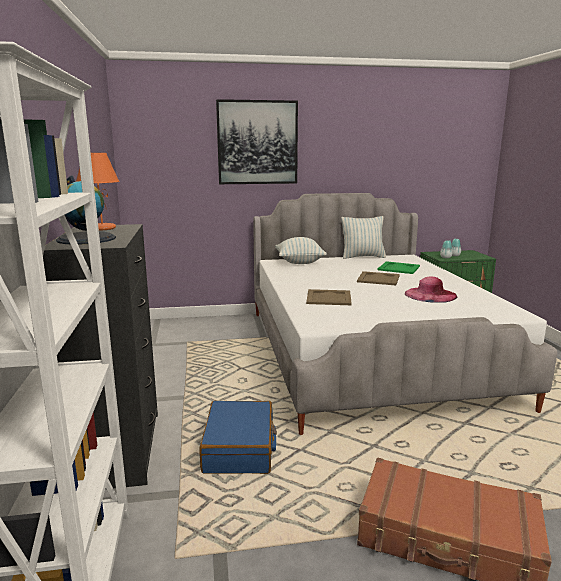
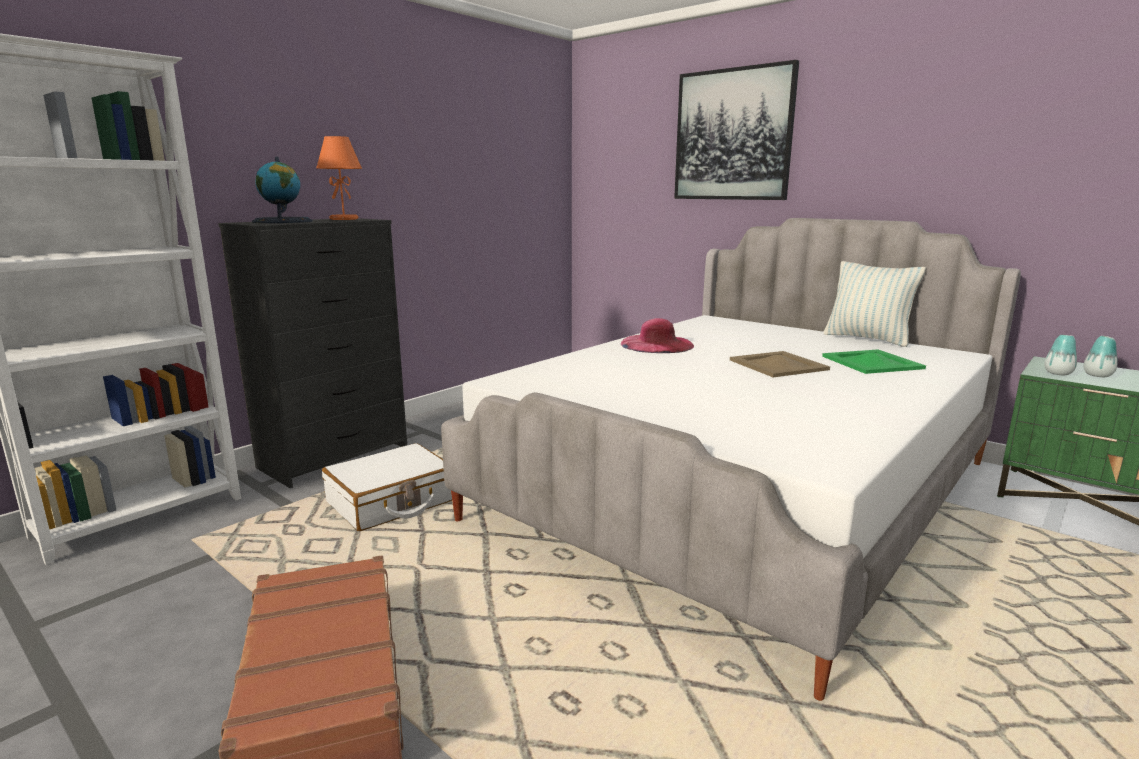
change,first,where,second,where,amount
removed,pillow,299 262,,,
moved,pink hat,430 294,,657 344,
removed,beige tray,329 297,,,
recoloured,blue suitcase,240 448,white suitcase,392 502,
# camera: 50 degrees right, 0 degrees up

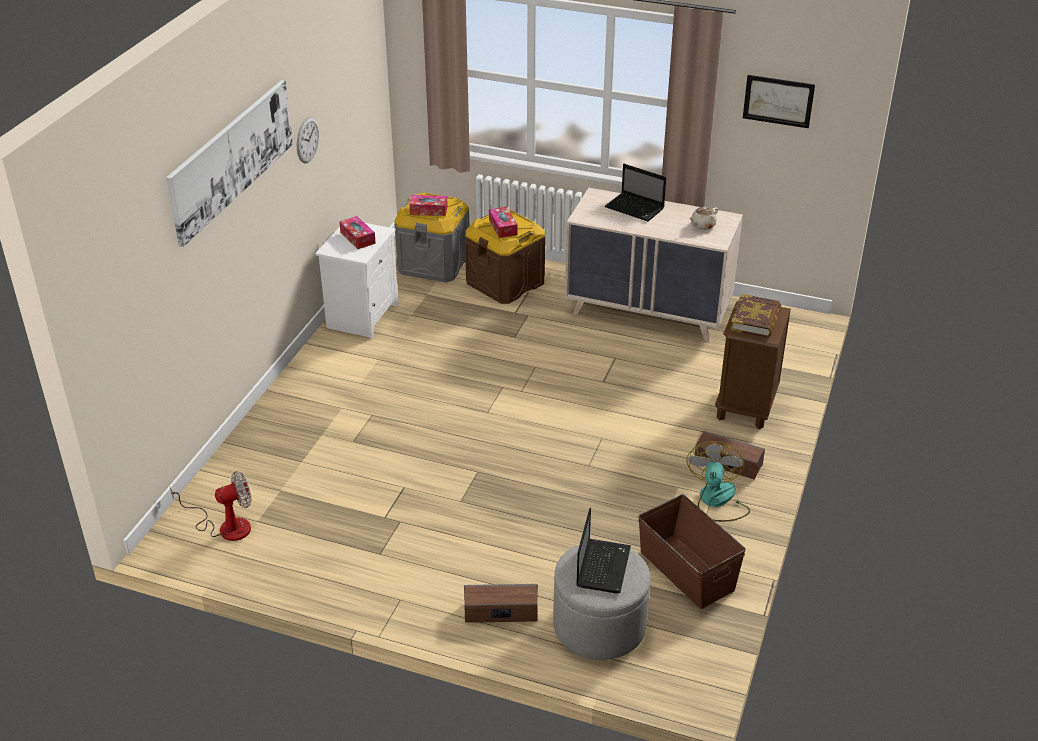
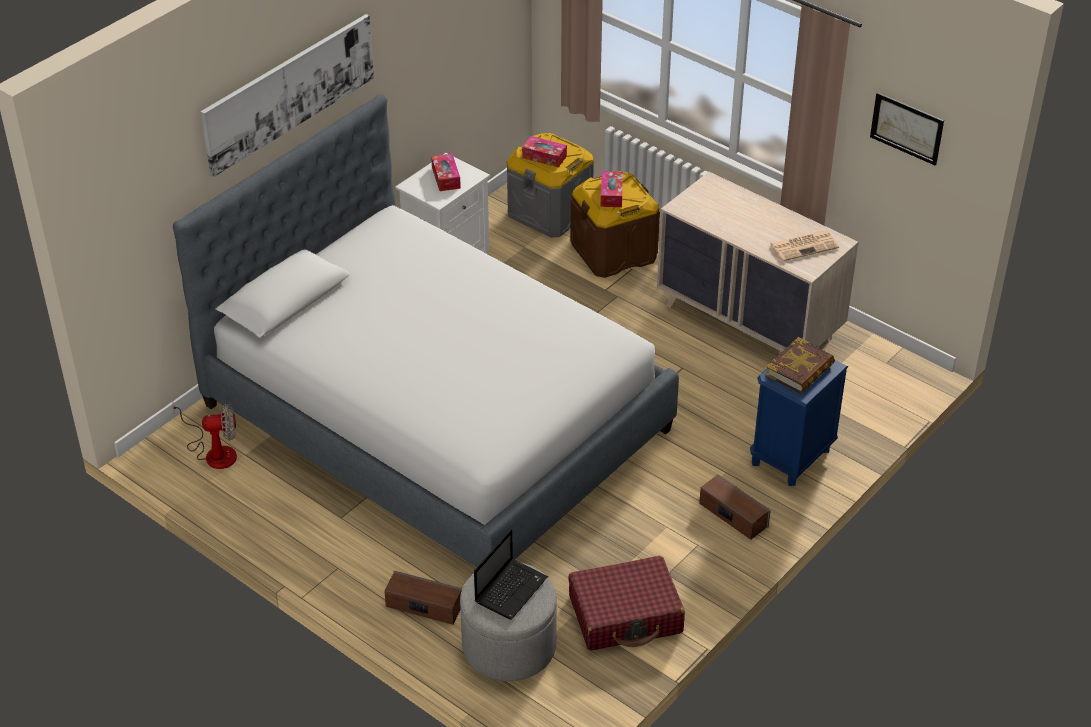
change,first,where,second,where,amount
removed,wall clock,307 140,,,
removed,laptop,635 208,,,
replaced,beige teapot,702 225,newspaper,804 245,
recoloured,brown nightstand,745 406,blue nightstand,790 457,
removed,fan,717 501,,,
replaced,brown storage box,687 570,red suitcase,626 615,
added,,,bed,436 417,
# camera: 20 degrees right, 5 degrees up

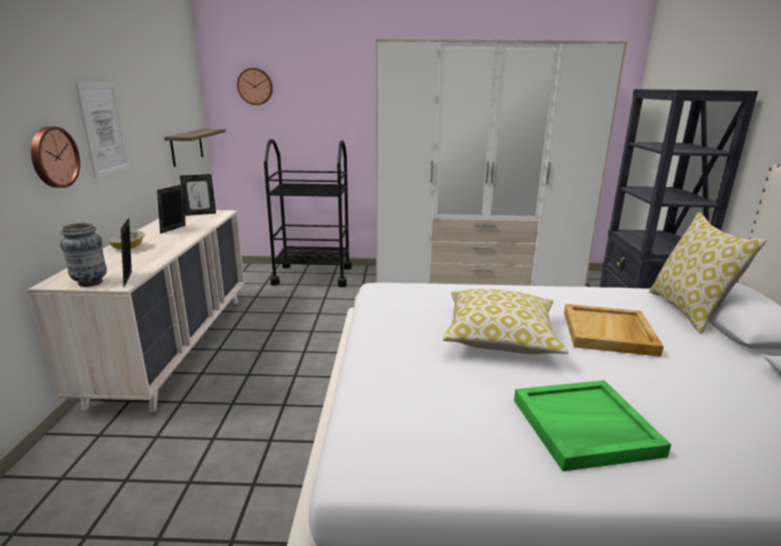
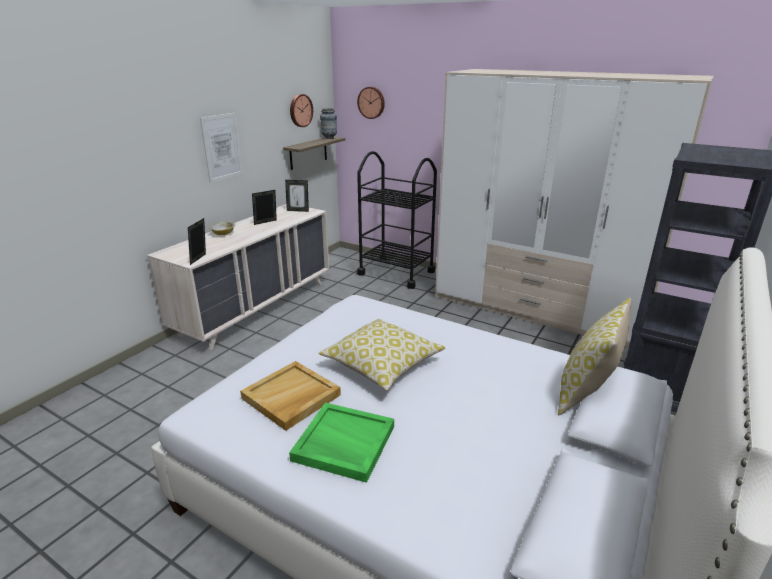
change,first,where,second,where,amount
moved,wall clock,53 157,,300 110,
moved,vase,90 282,,329 138,
moved,beige tray,609 333,,291 397,
# camera: 30 degrees right, 5 degrees up

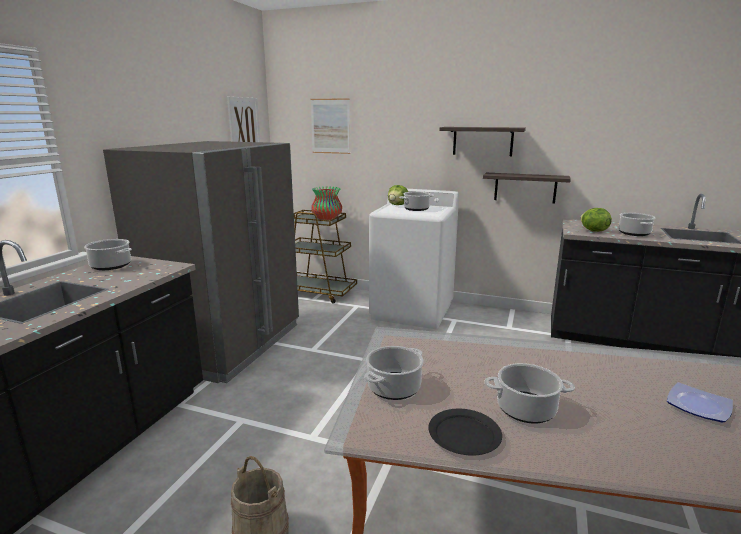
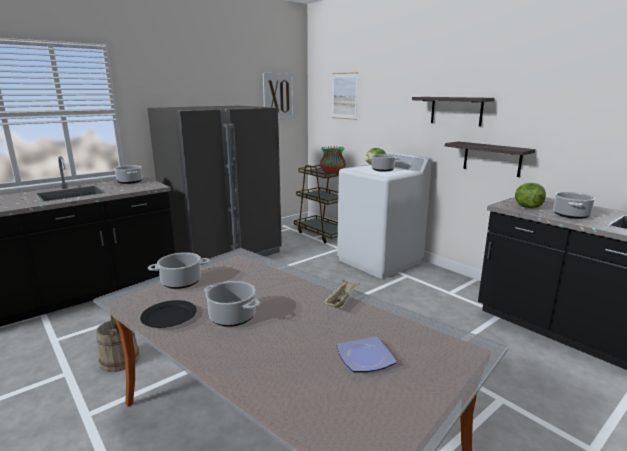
change,first,where,second,where,amount
added,,,beige tray,340 301,
# camera: 30 degrees right, 0 degrees up

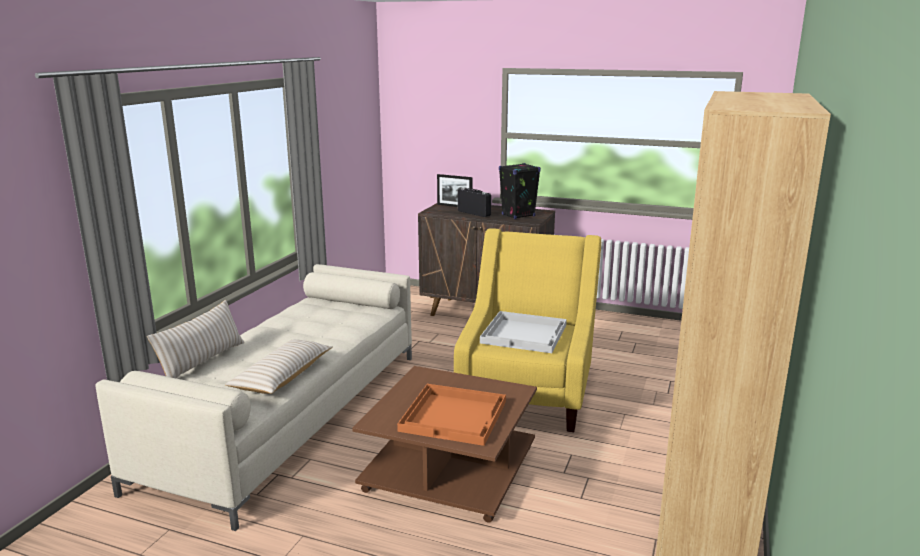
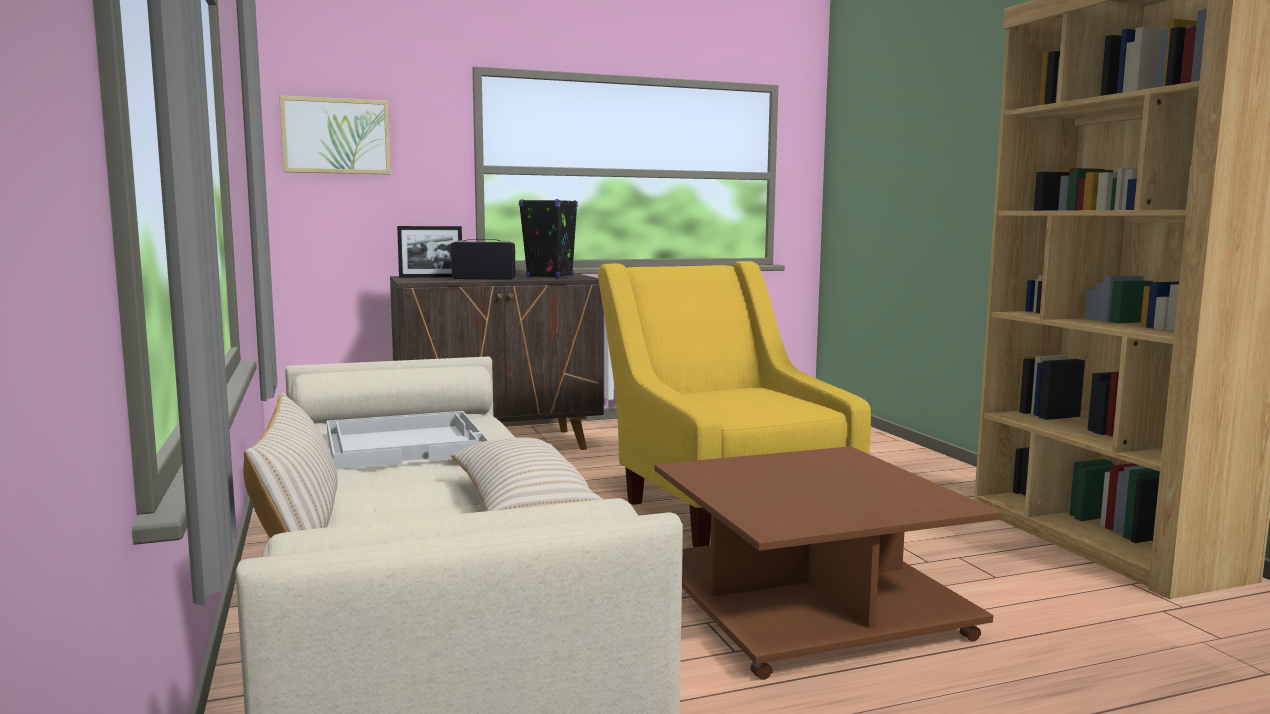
change,first,where,second,where,amount
moved,white tray,525 334,,406 443,
removed,orange tray,454 416,,,
added,,,picture,336 136,
# camera: 40 degrees left, 10 degrees down

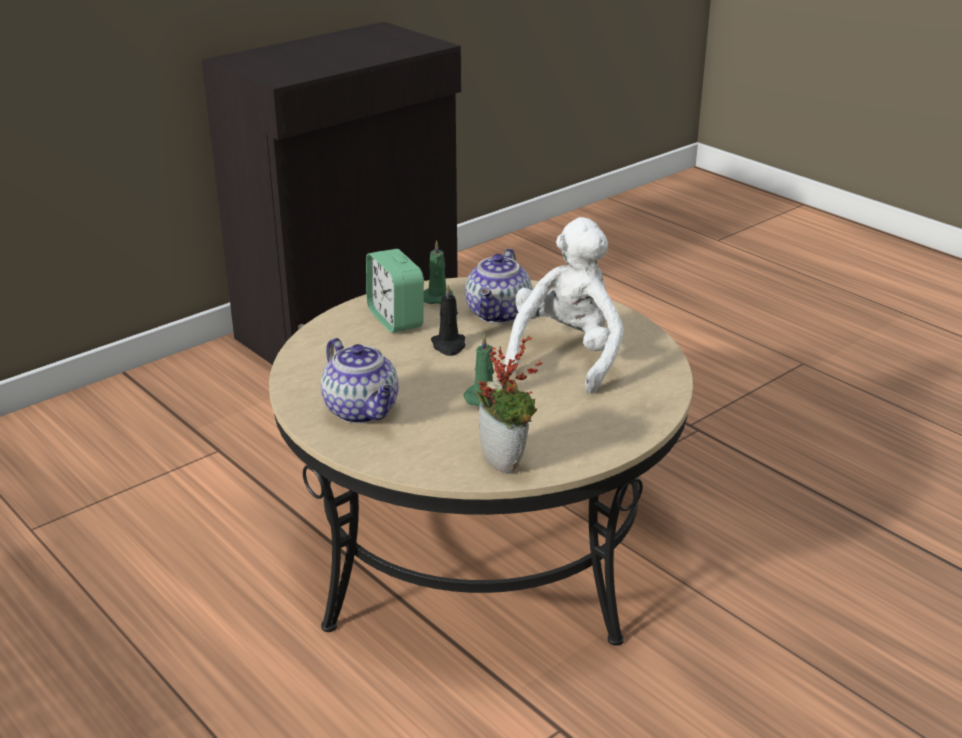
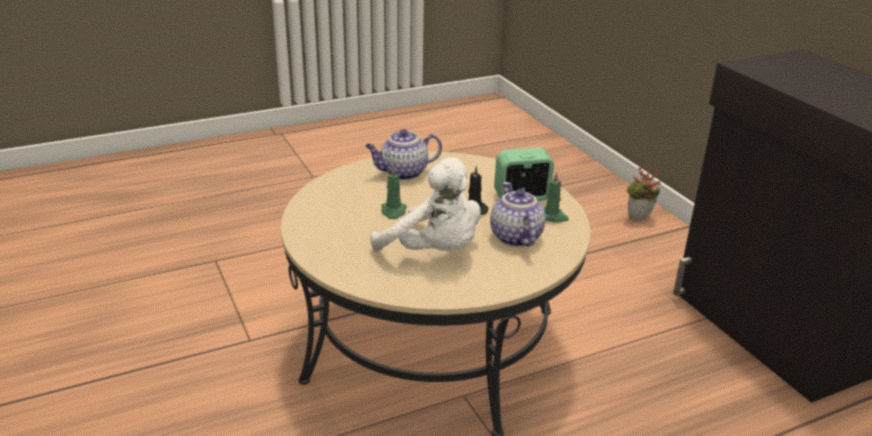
change,first,where,second,where,amount
turned,teapot,499 314,,514 237,45 degrees clockwise
moved,potted plant,507 462,,638 219,
# camera: 105 degrees right, 0 degrees up

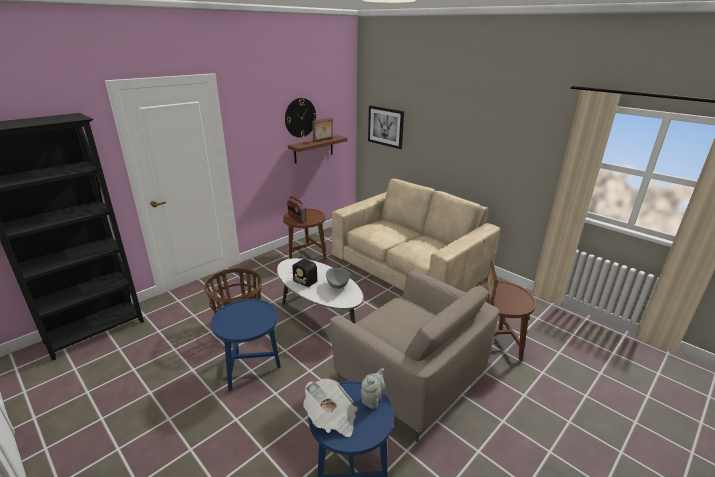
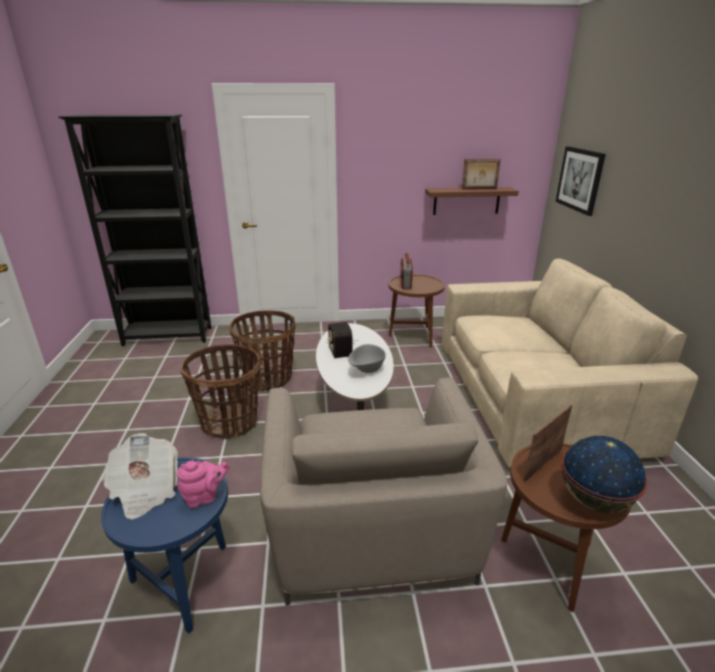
change,first,where,second,where,amount
removed,wall clock,300 117,,,
replaced,blue side table,251 369,basket,230 423,
recoloured,grey teapot,372 398,pink teapot,205 497,
added,,,globe,594 500,
# camera: 40 degrees right, 0 degrees up

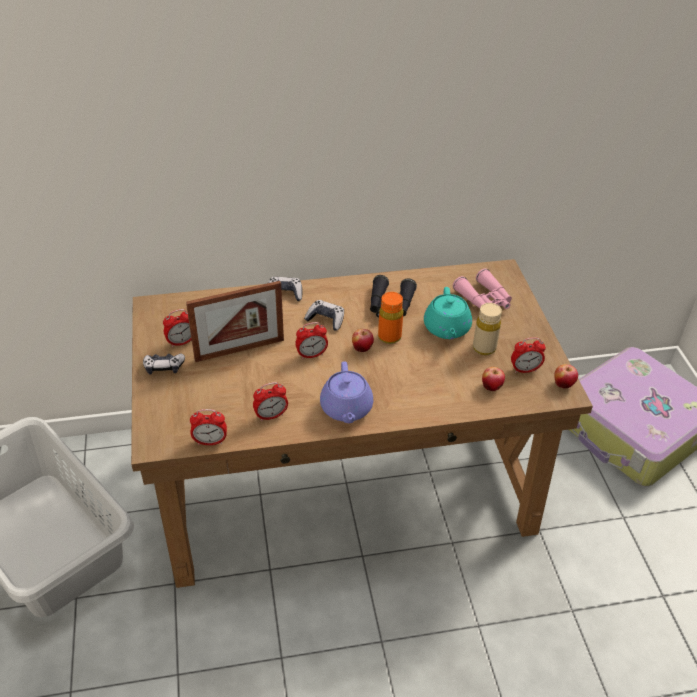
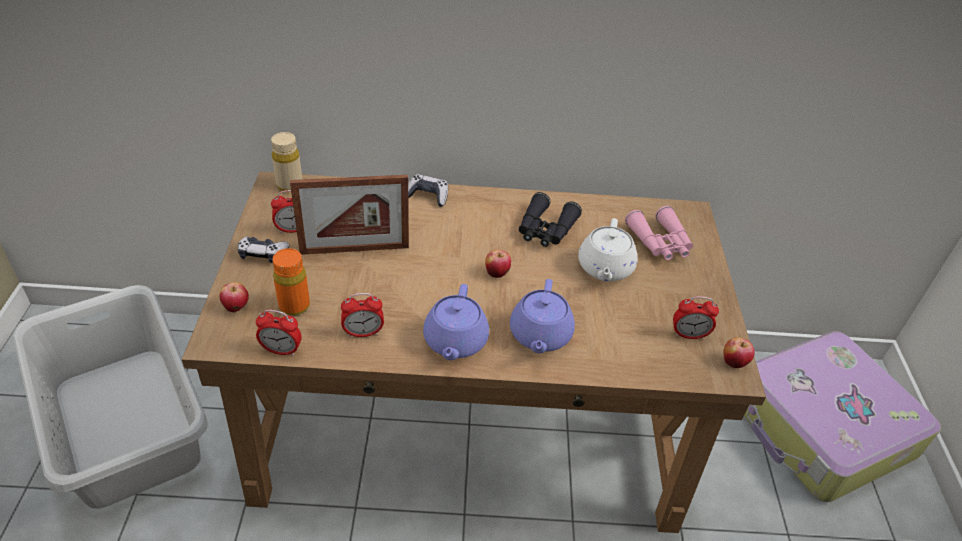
change,first,where,second,where,amount
recoloured,turquoise teapot,446 329,white teapot,605 268,
moved,orange bottle,389 337,,294 306,
removed,game controller,326 320,,,
moved,beige bottle,484 348,,289 185,
removed,alarm clock,311 355,,,
moved,apple,491 387,,236 307,
added,,,purple teapot,540 335,
# camera: 10 degrees right, 0 degrees up

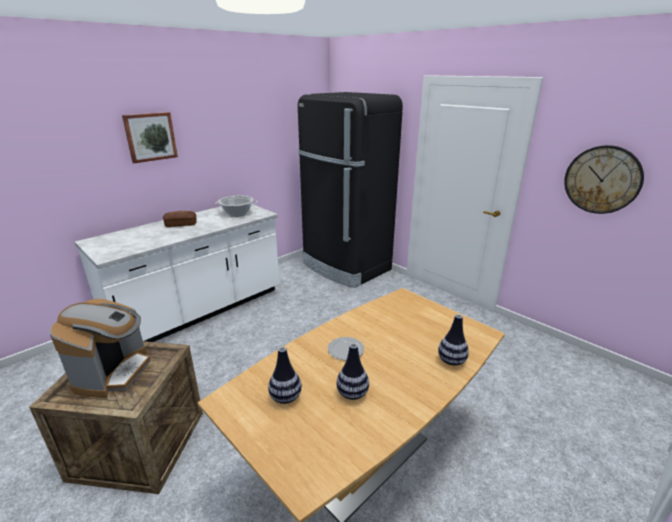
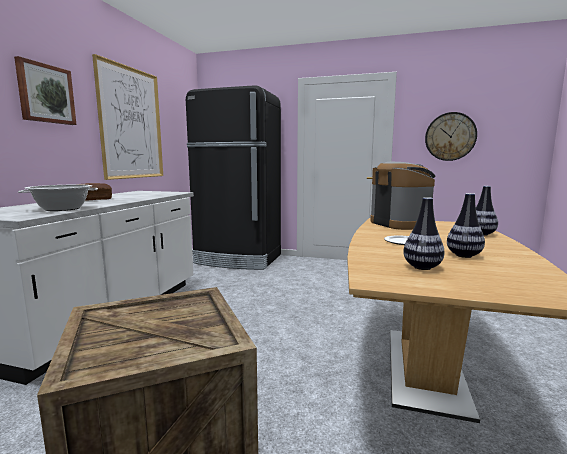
change,first,where,second,where,amount
moved,cooking pot,237 213,,62 209,
moved,coffee machine,113 372,,400 224,
added,,,picture,131 123,
# camera: 30 degrees left, 15 degrees down

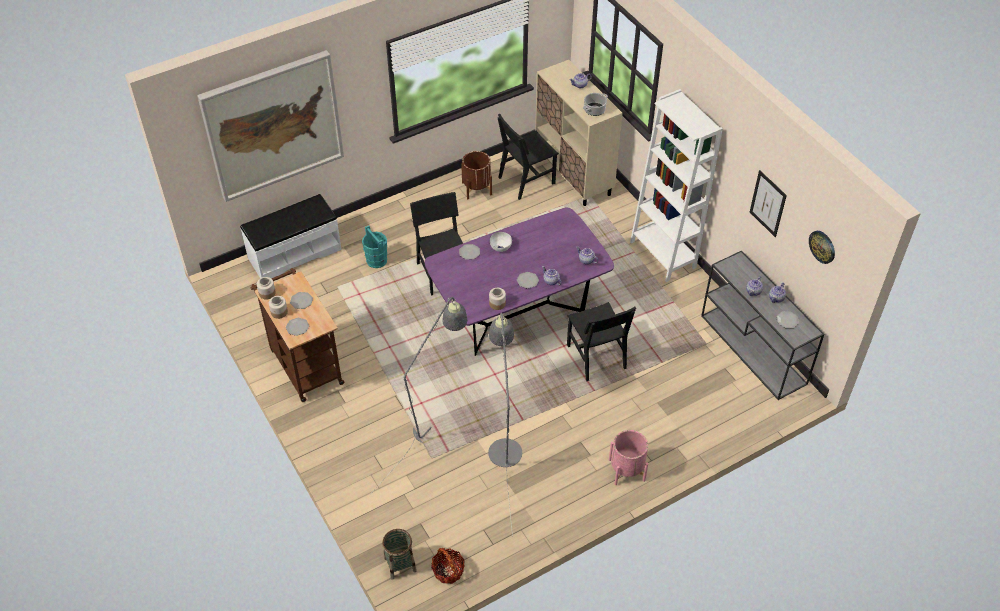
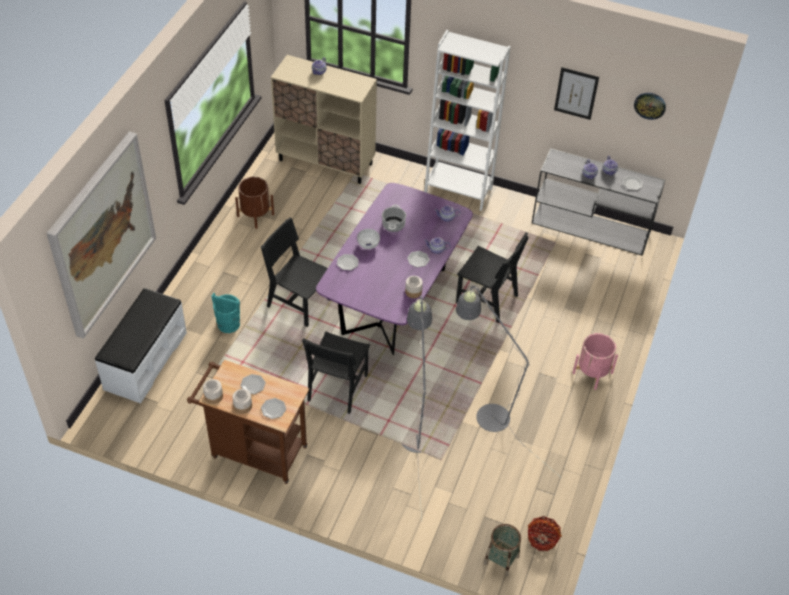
change,first,where,second,where,amount
moved,cooking pot,594 110,,393 225,
moved,black chair,526 180,,337 388,
# camera: 40 degrees left, 0 degrees up

